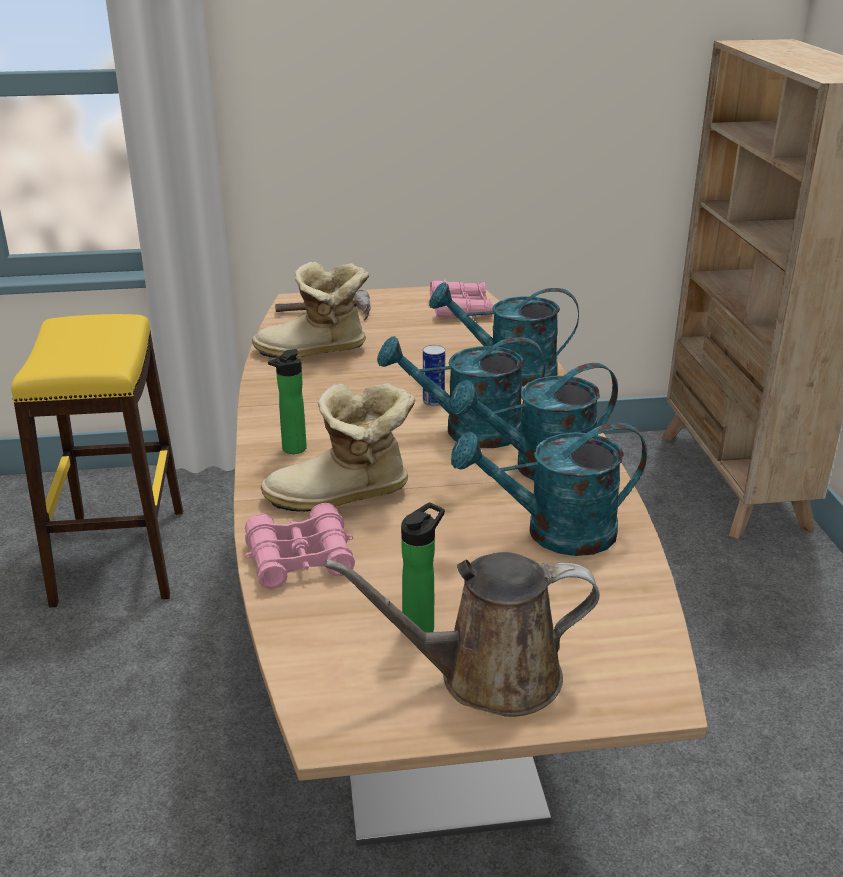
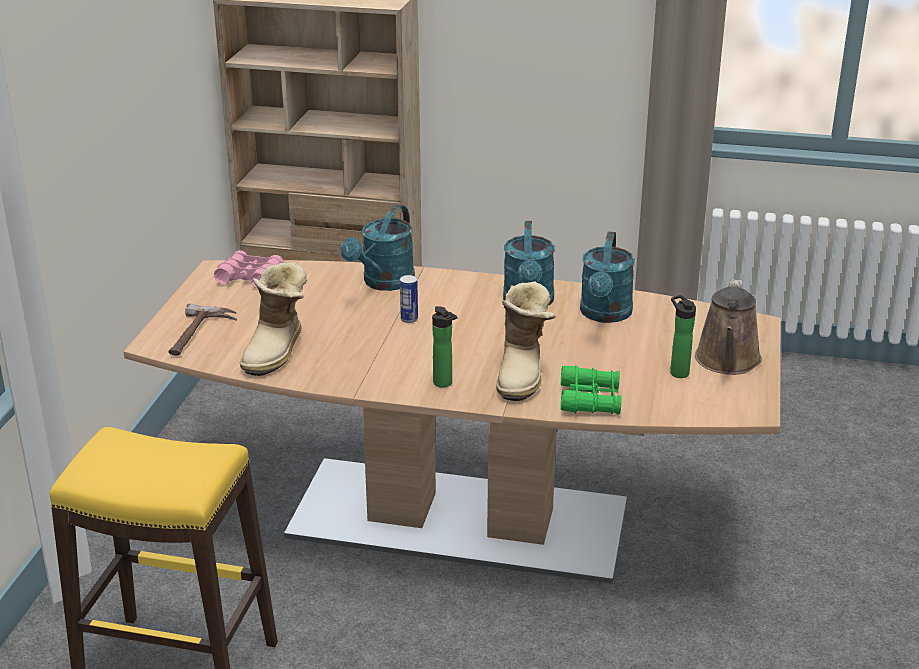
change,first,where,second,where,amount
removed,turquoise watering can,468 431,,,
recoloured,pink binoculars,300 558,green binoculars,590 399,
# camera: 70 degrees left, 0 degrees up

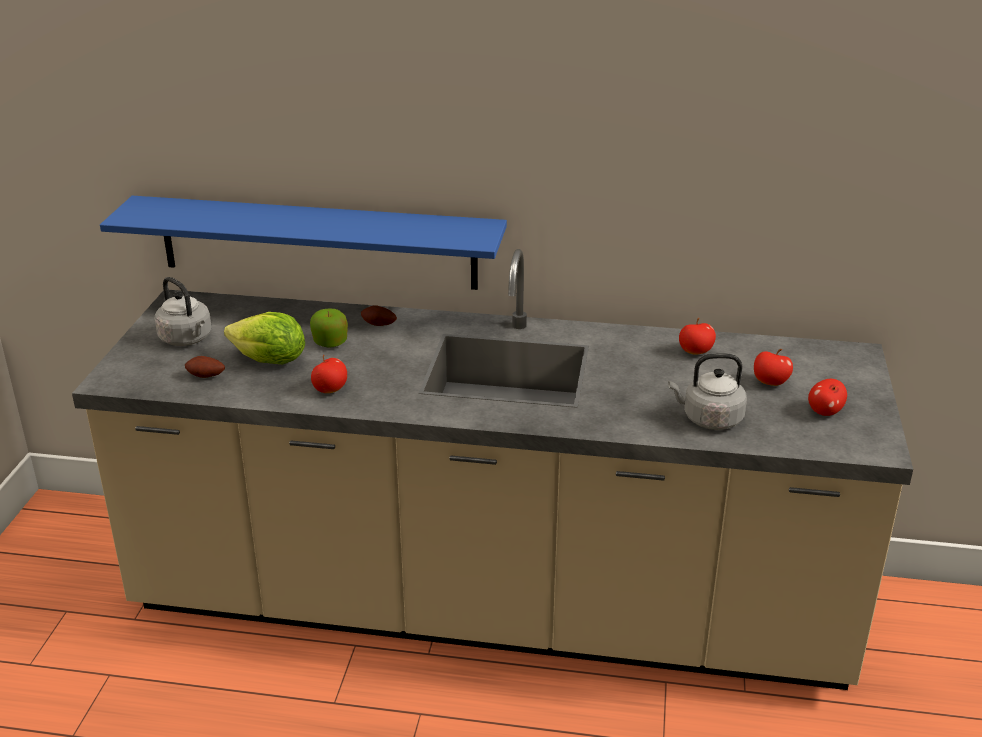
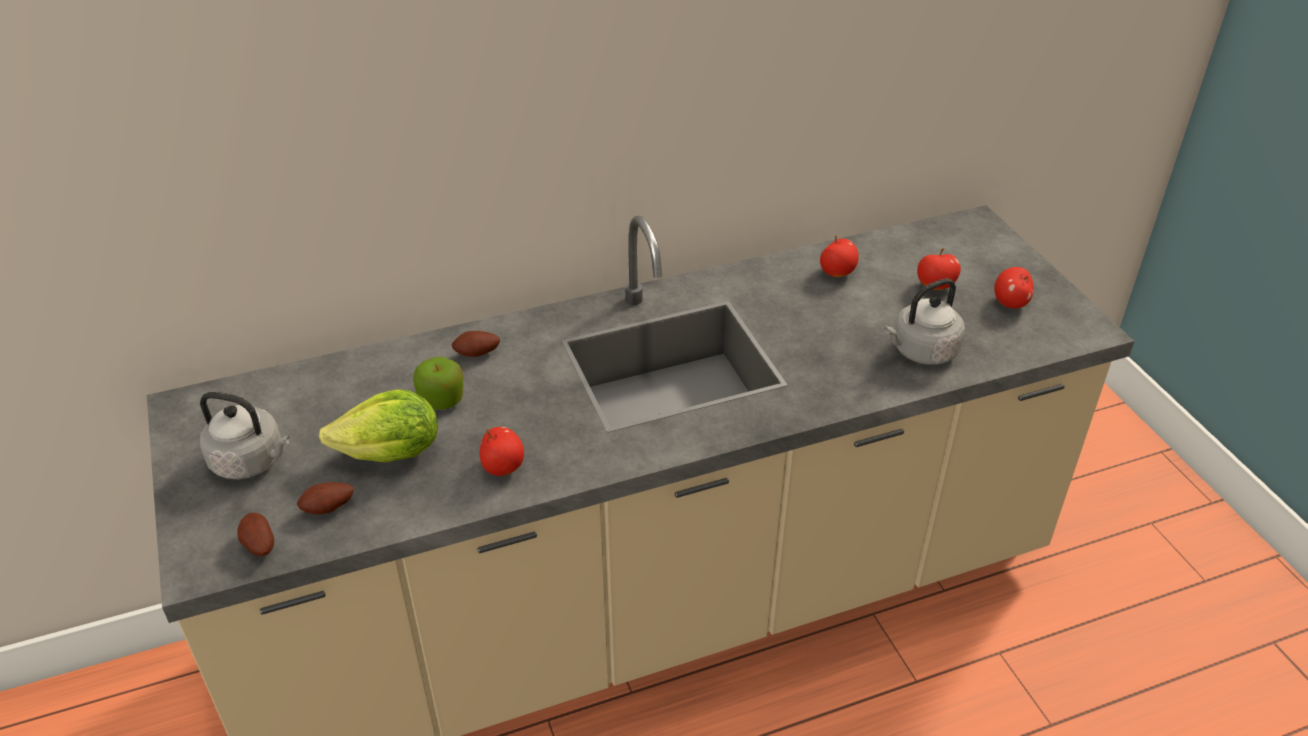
change,first,where,second,where,amount
removed,blue shelf,317 242,,,
added,,,potato,258 545,
# camera: 30 degrees left, 10 degrees up

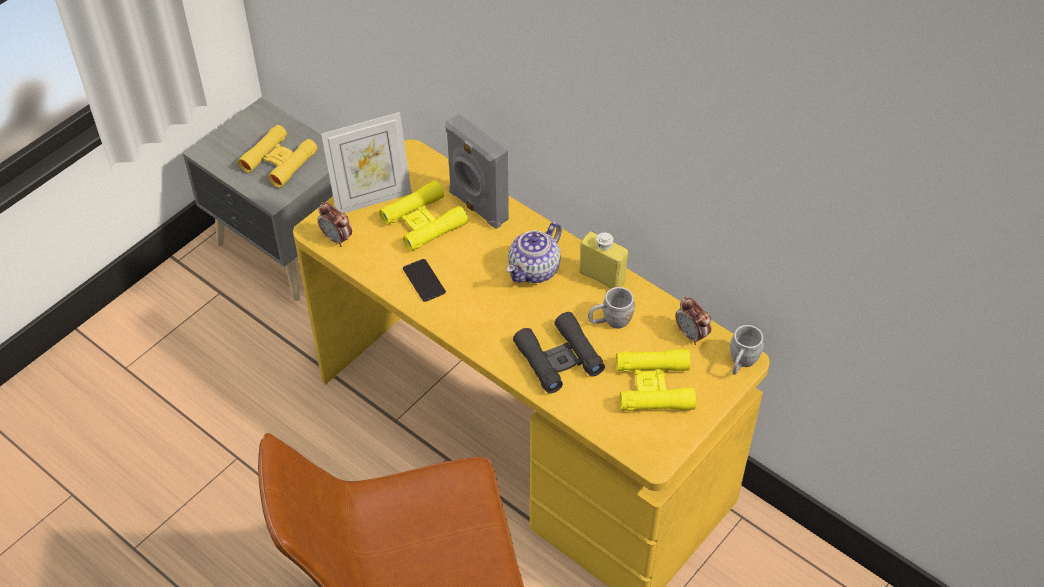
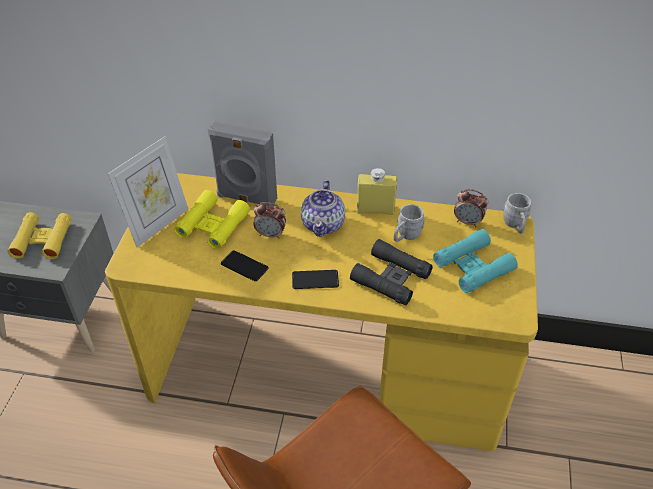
change,first,where,second,where,amount
moved,alarm clock,337 239,,271 234,
recoloured,yellow binoculars,654 386,turquoise binoculars,473 266,
added,,,phone,315 280,
# camera: 30 degrees left, 5 degrees down

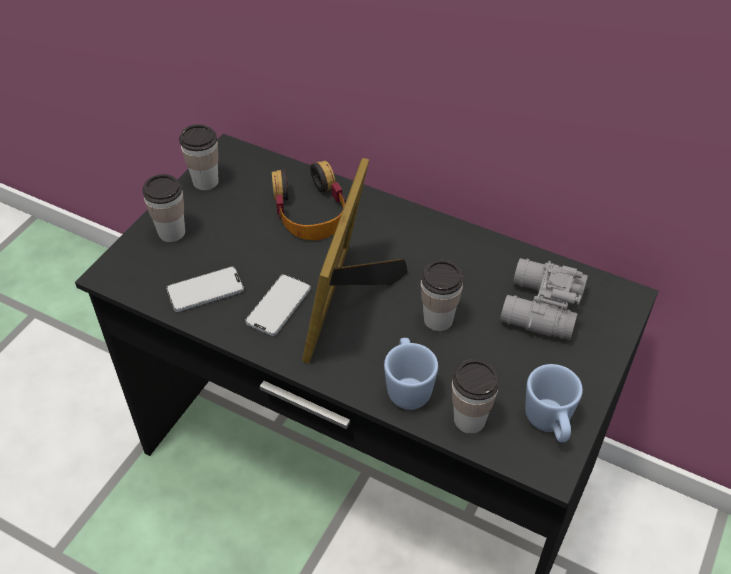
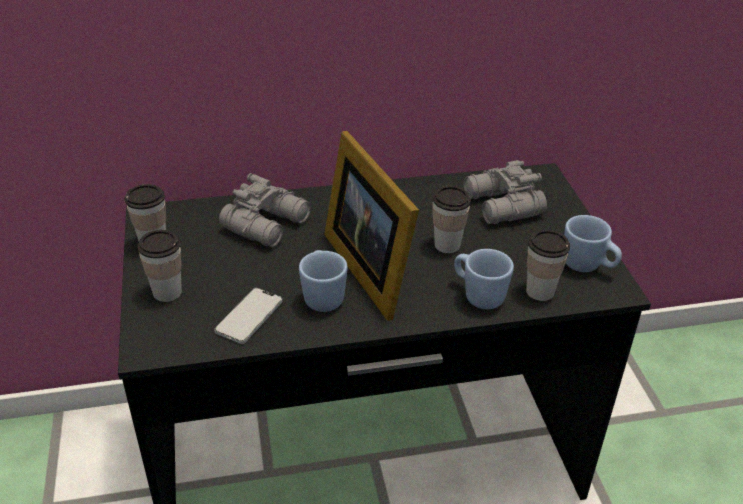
change,first,where,second,where,amount
replaced,headphones,310 211,grey binoculars,269 224,
replaced,phone,278 306,blue mug,322 296,
# camera: 40 degrees left, 10 degrees down

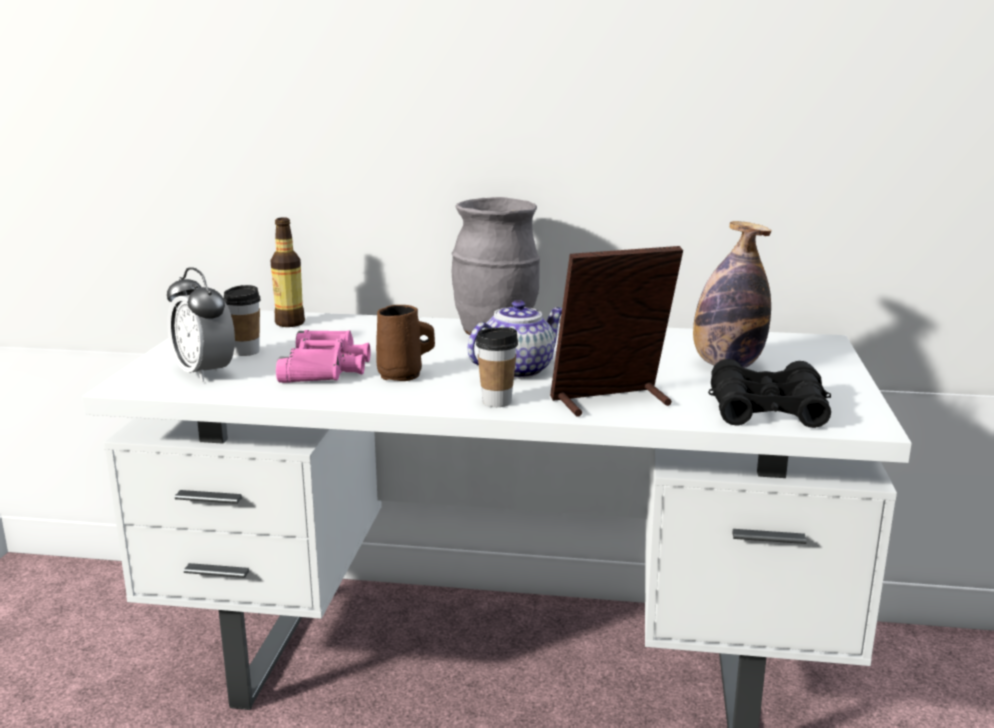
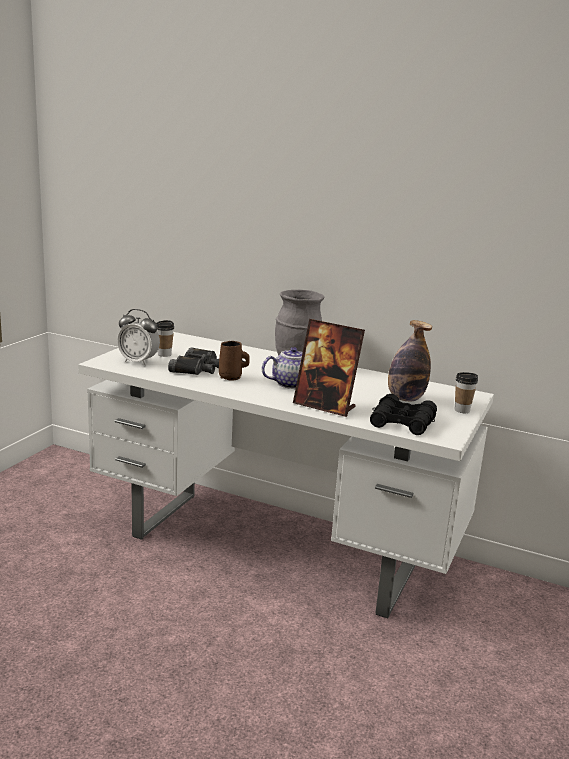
change,first,where,second,where,amount
removed,bottle,290 323,,,
turned,picture frame,611 401,,325 406,150 degrees counterclockwise
turned,alarm clock,205 373,,138 362,45 degrees counterclockwise
moved,cup,496 402,,462 410,
recoloured,pink binoculars,326 367,black binoculars,197 368,
# camera: 15 degrees right, 0 degrees up

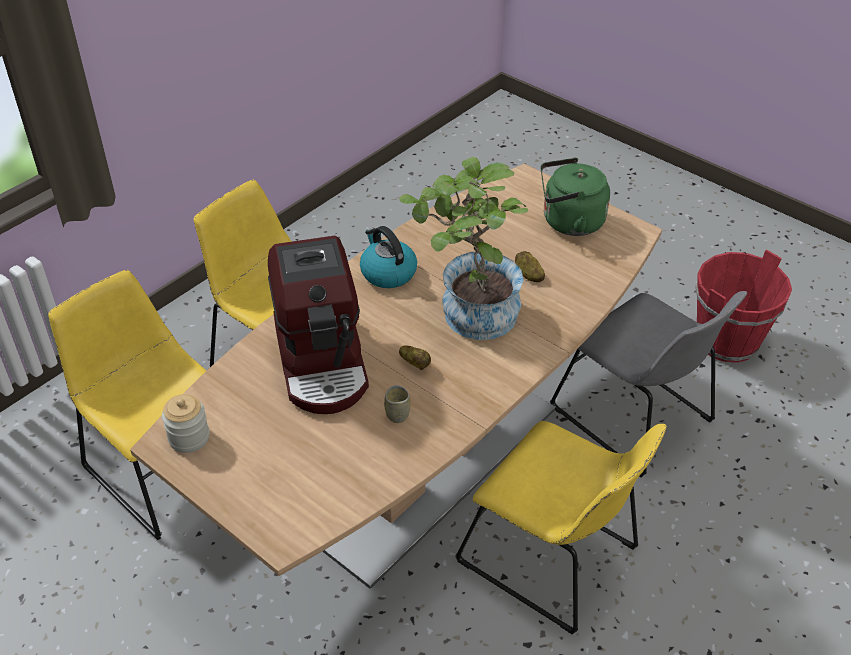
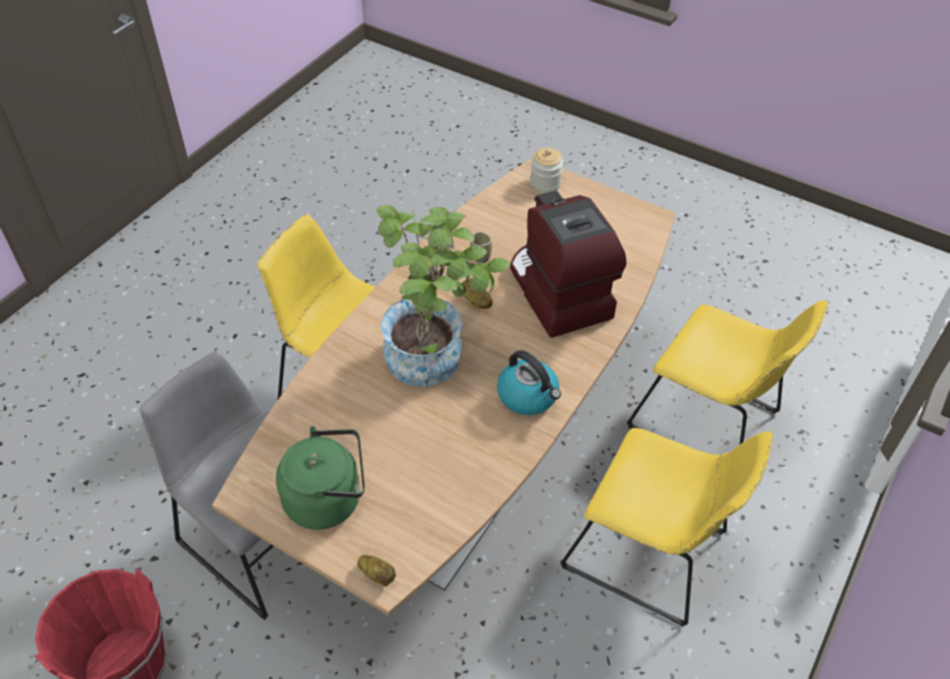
change,first,where,second,where,amount
moved,potato,528 275,,377 574,
moved,jar,189 437,,545 183,
# camera: 170 degrees right, 5 degrees up

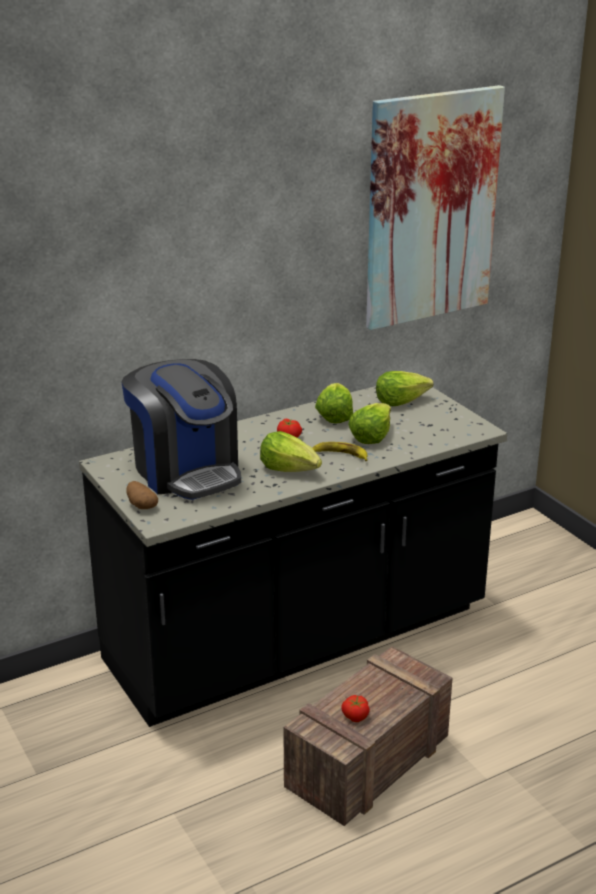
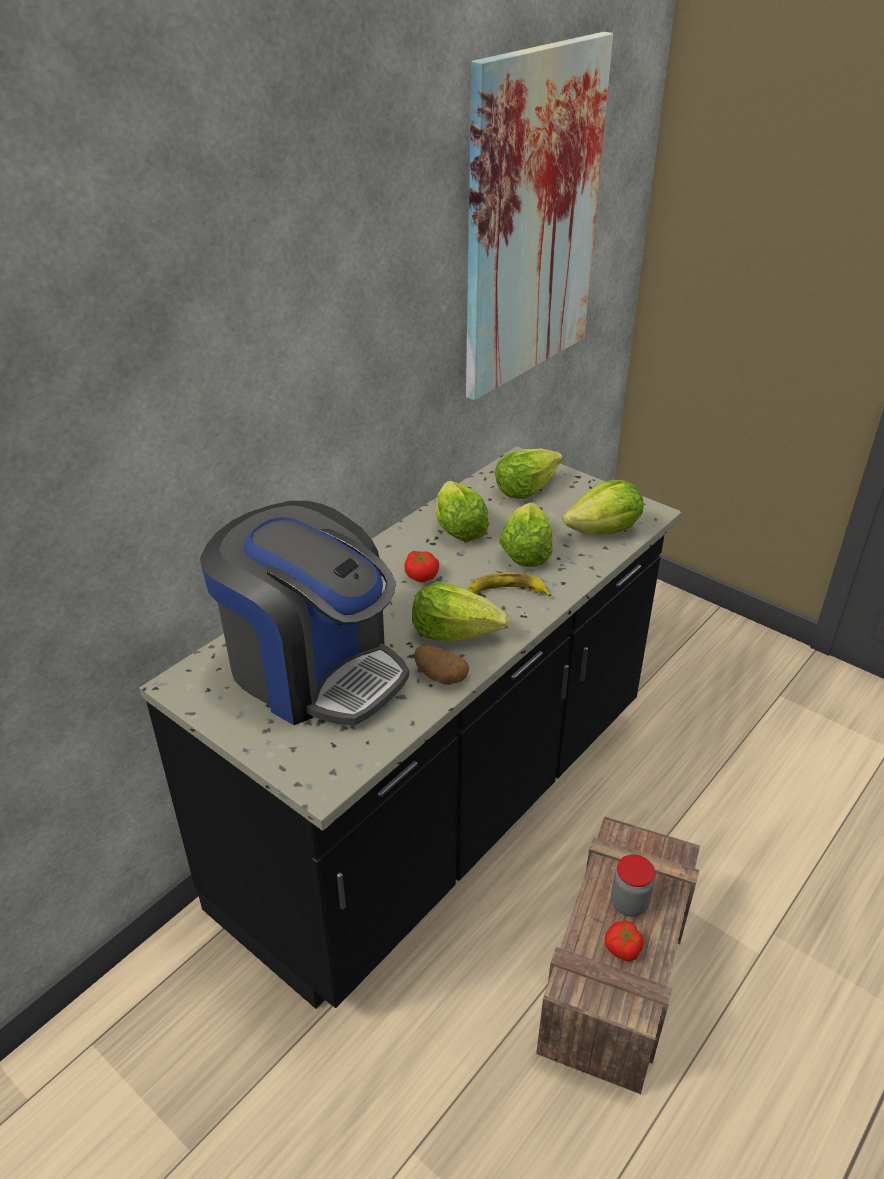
change,first,where,second,where,amount
moved,potato,141 505,,439 676,
added,,,lettuce,604 531,
added,,,jar,629 903,
# camera: 20 degrees left, 10 degrees up

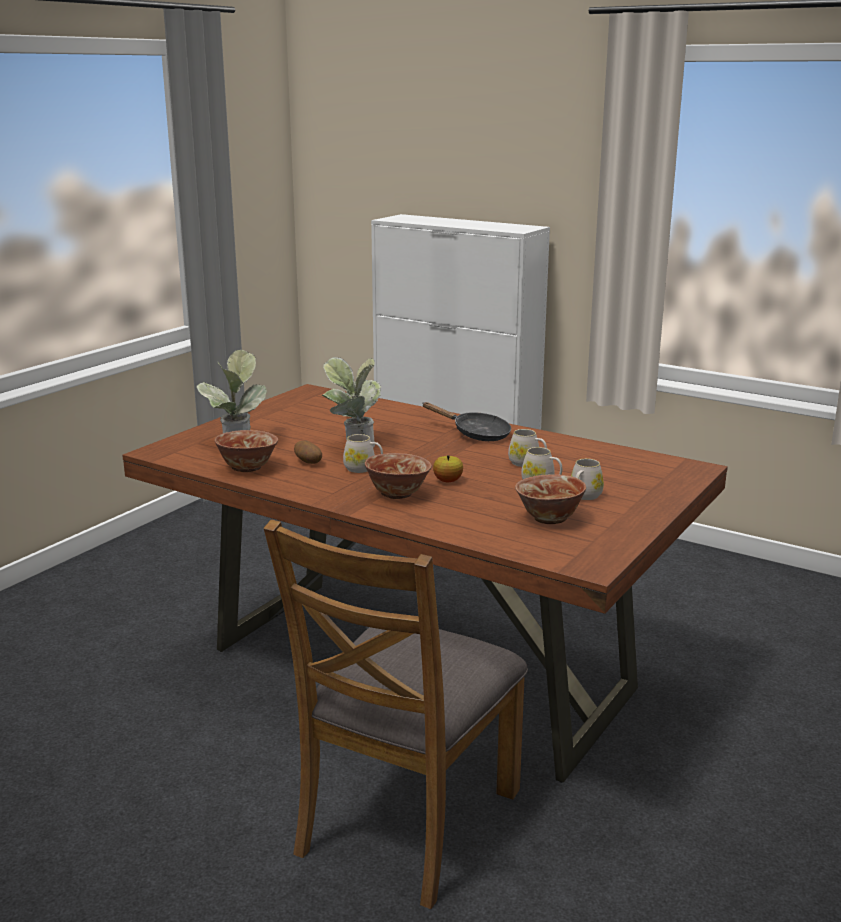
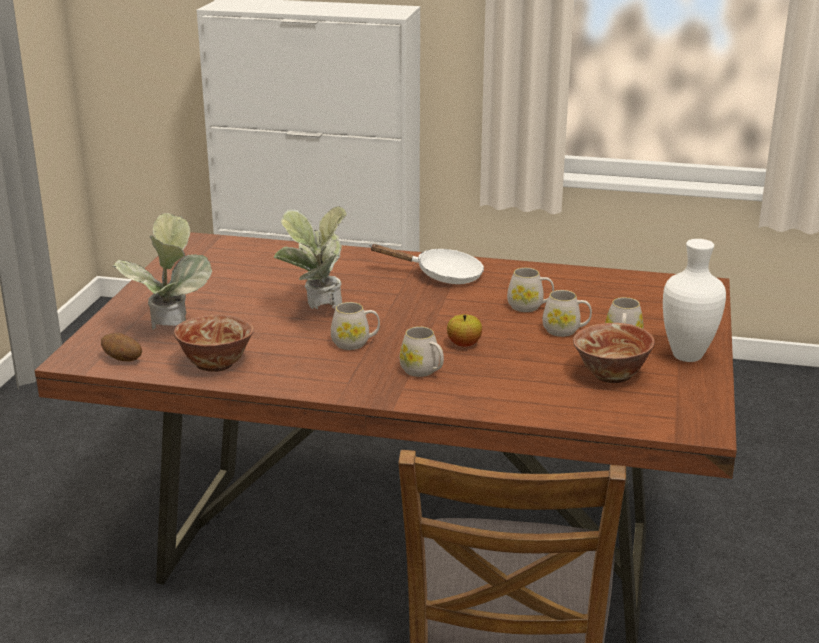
change,first,where,second,where,amount
recoloured,black frying pan,476 434,white frying pan,441 275,
moved,potato,308 462,,122 360,
replaced,bowl,397 494,white mug,423 371,
added,,,white vase,689 357,
# camera: 20 degrees left, 5 degrees up

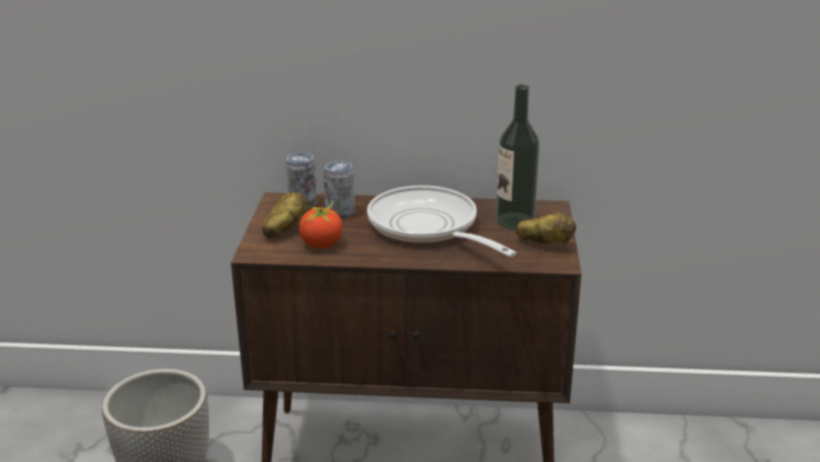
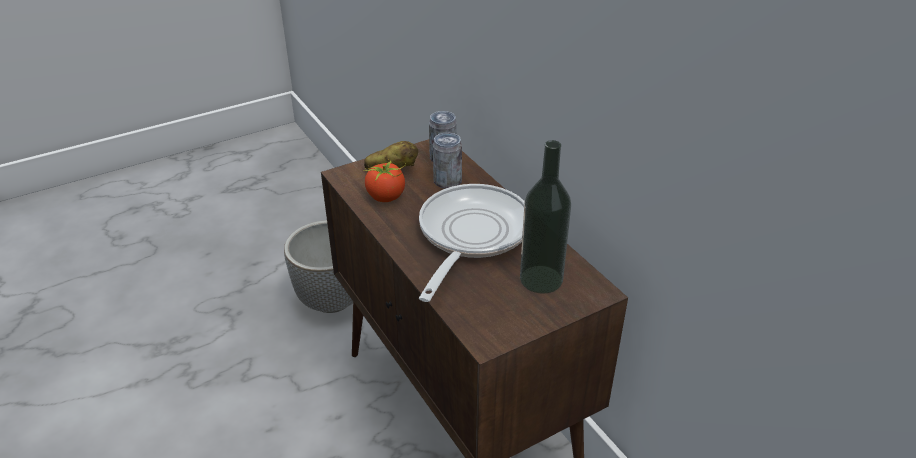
change,first,where,second,where,amount
removed,potato,545 243,,,
# camera: 55 degrees right, 10 degrees up

